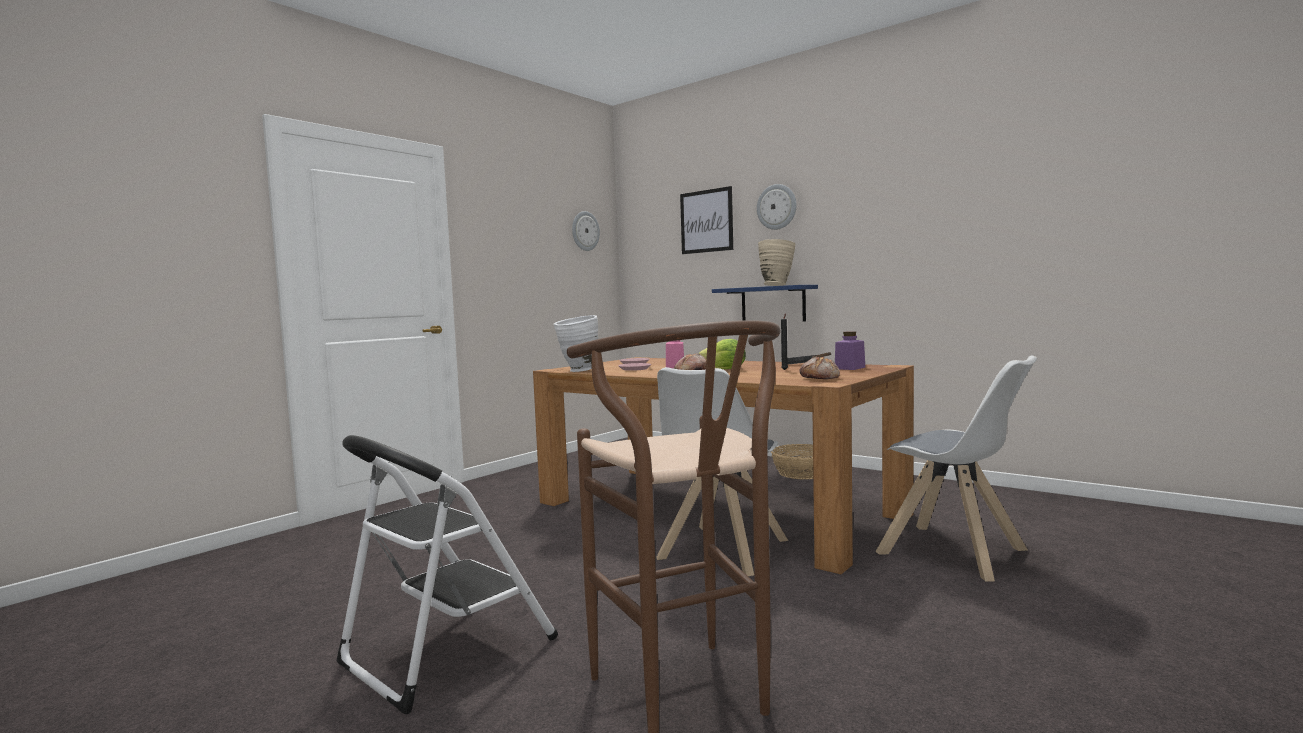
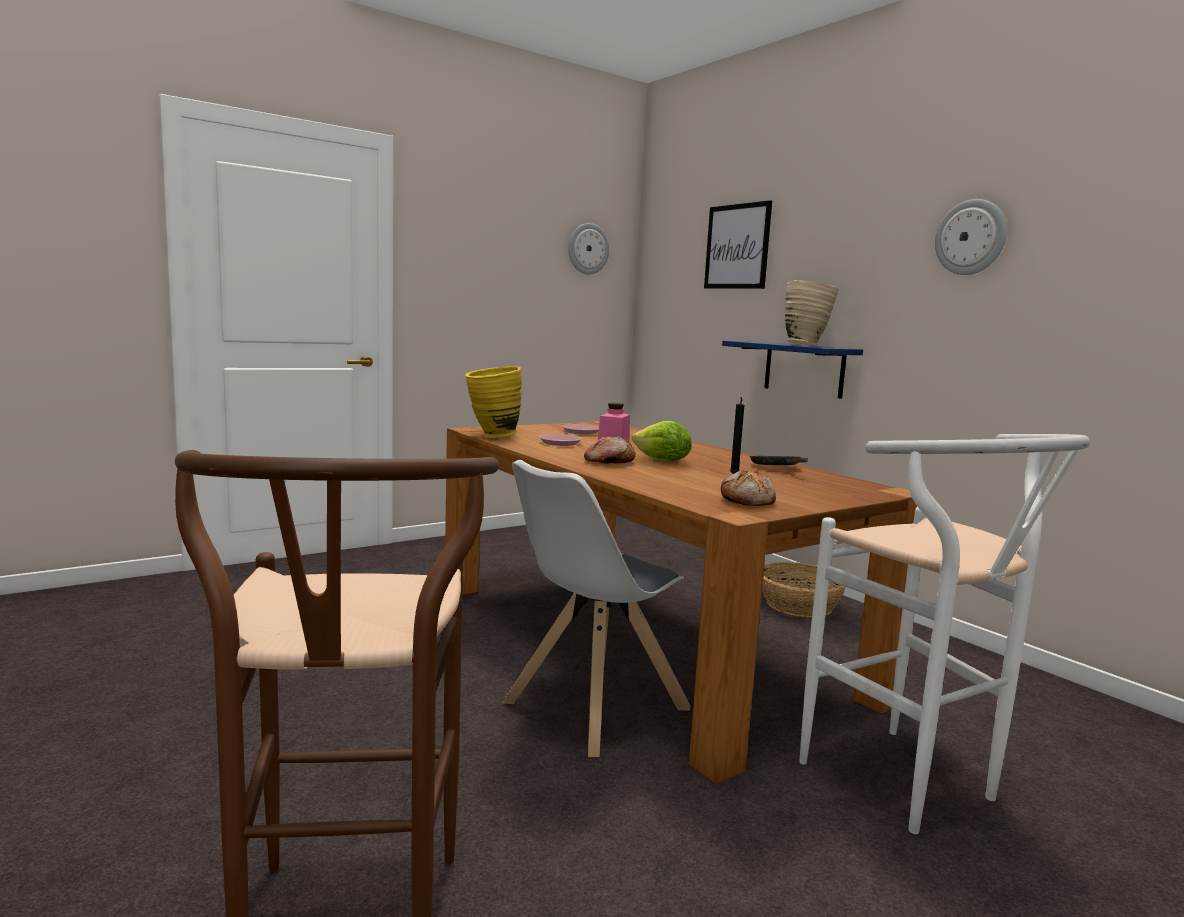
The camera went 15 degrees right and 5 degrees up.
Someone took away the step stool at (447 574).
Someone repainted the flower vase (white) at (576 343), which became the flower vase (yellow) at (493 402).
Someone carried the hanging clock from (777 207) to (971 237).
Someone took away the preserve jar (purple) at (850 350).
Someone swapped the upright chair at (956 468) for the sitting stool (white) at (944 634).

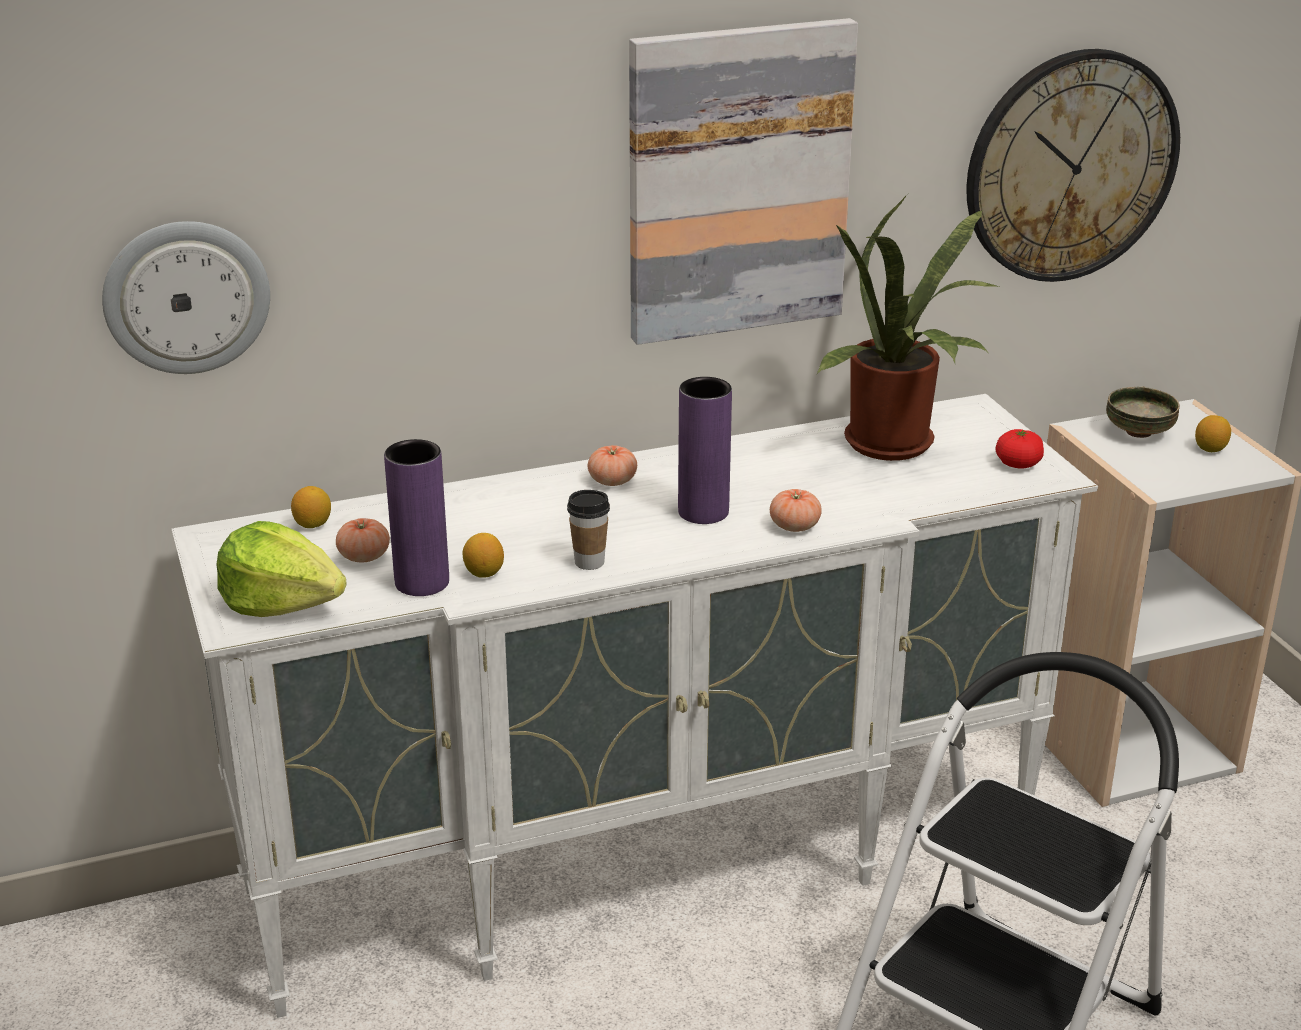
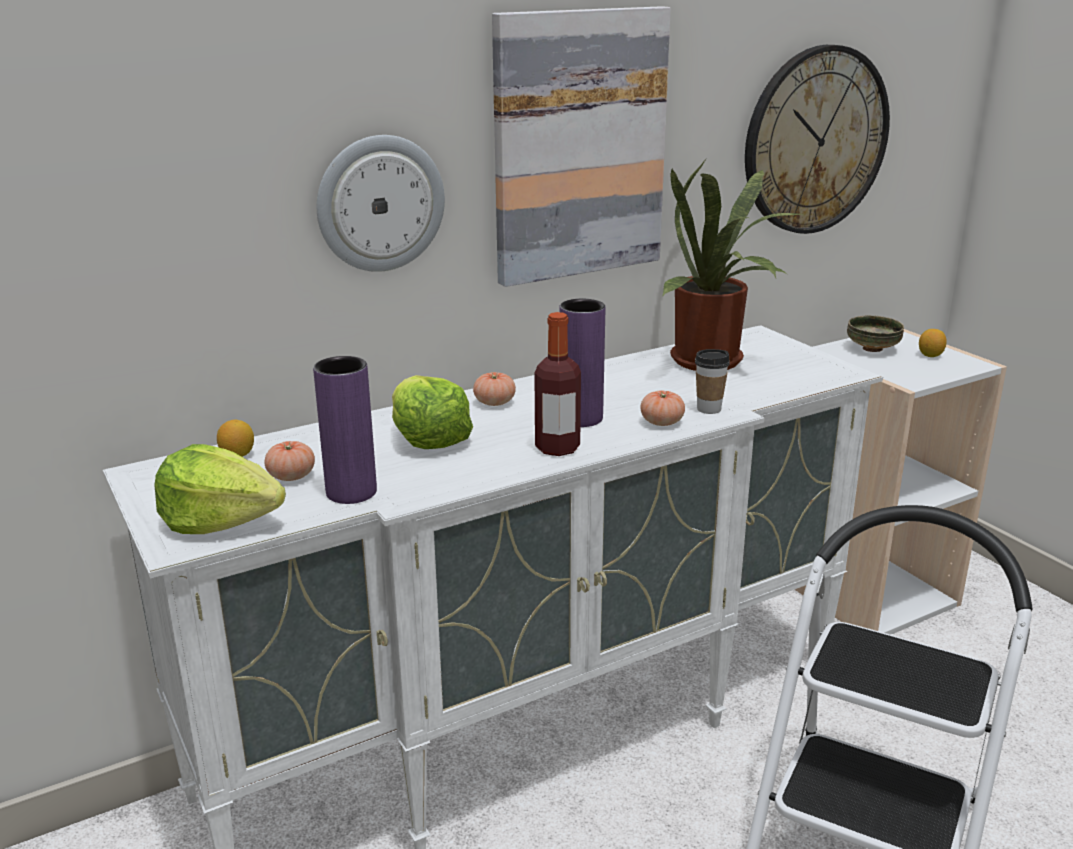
The camera went 10 degrees left and 5 degrees down.
Someone carried the hanging clock from (186 297) to (381 203).
Someone took away the citrus fruit at (483 555).
Someone carried the small cup from (588 530) to (712 381).
Someone took away the tomato at (1019 448).
Someone put down the lettuce at (432 412).
Someone put down the bottle at (557 384).

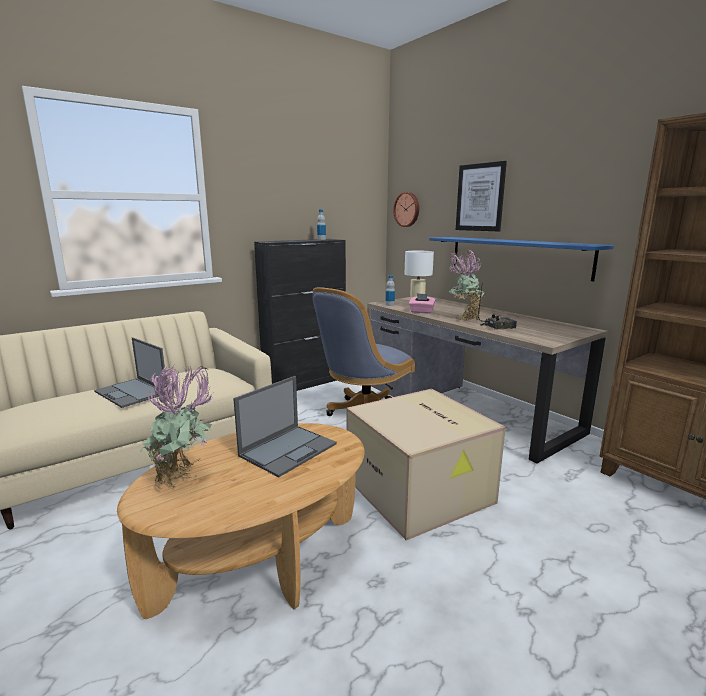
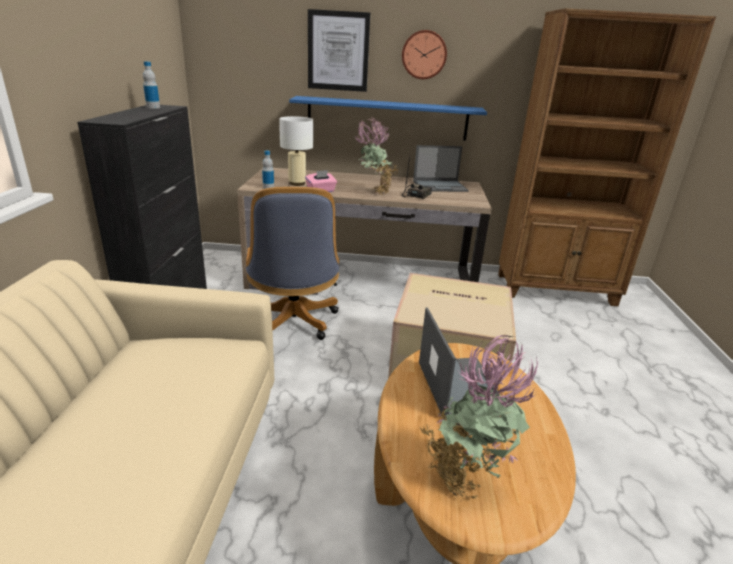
The camera went 50 degrees left and 10 degrees up.
Someone carried the laptop from (130 372) to (441 168).
Someone carried the hanging clock from (406 209) to (424 54).

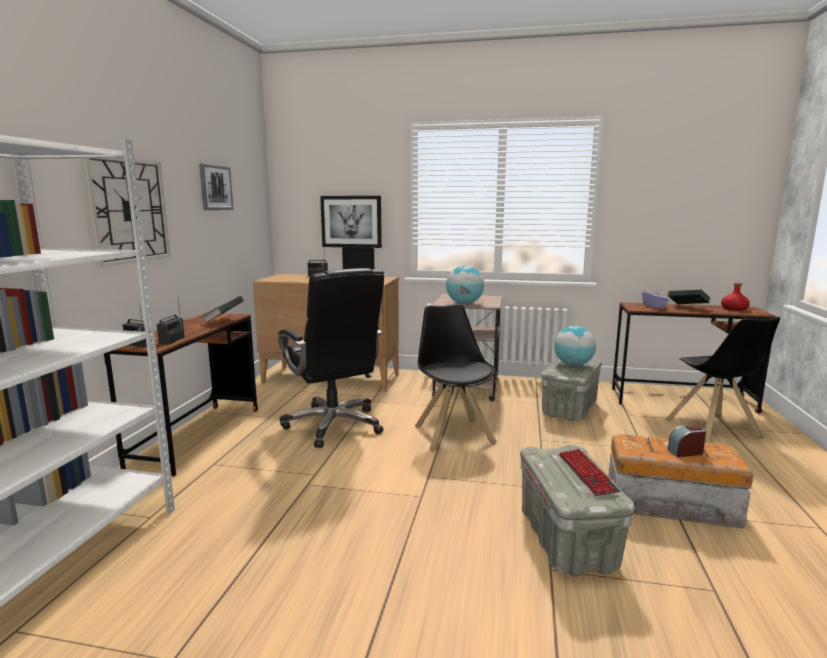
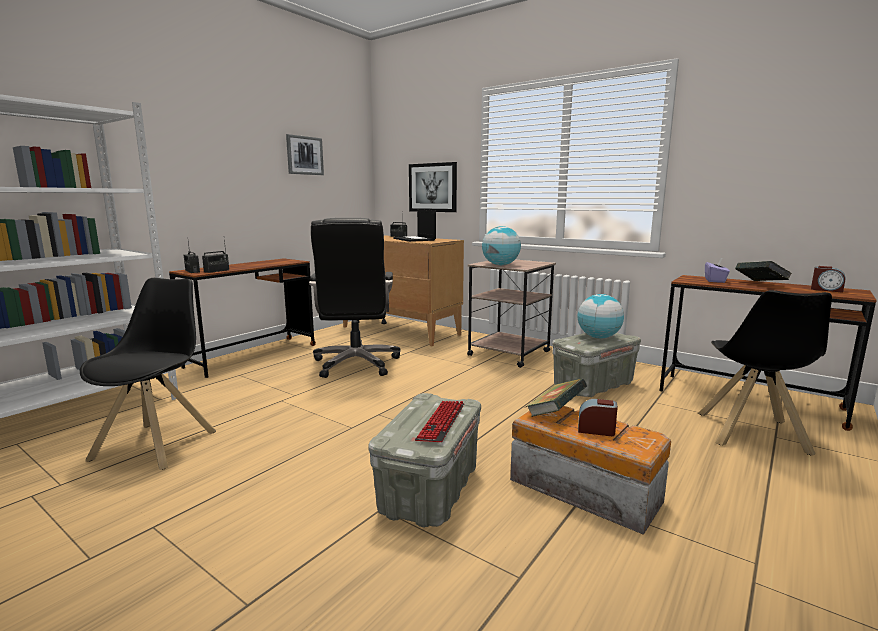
The camera went 25 degrees right and 0 degrees up.
Someone took away the hanging clock at (126 212).
Someone carried the bound book from (222 309) to (556 397).
Someone carried the upright chair (black) from (456 377) to (148 374).
Someone swapped the bottle (reddish) at (735 297) for the bedside clock at (828 279).

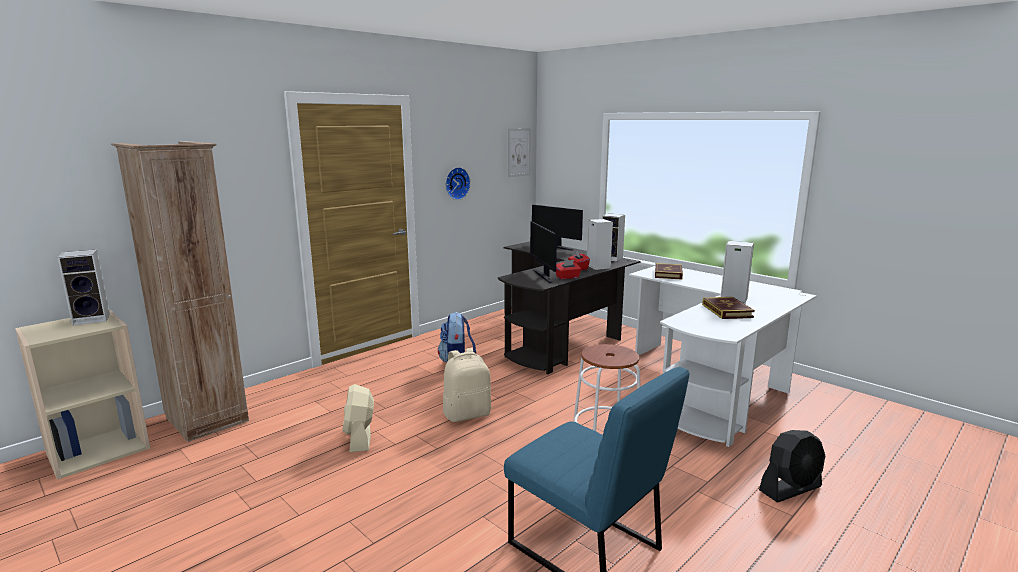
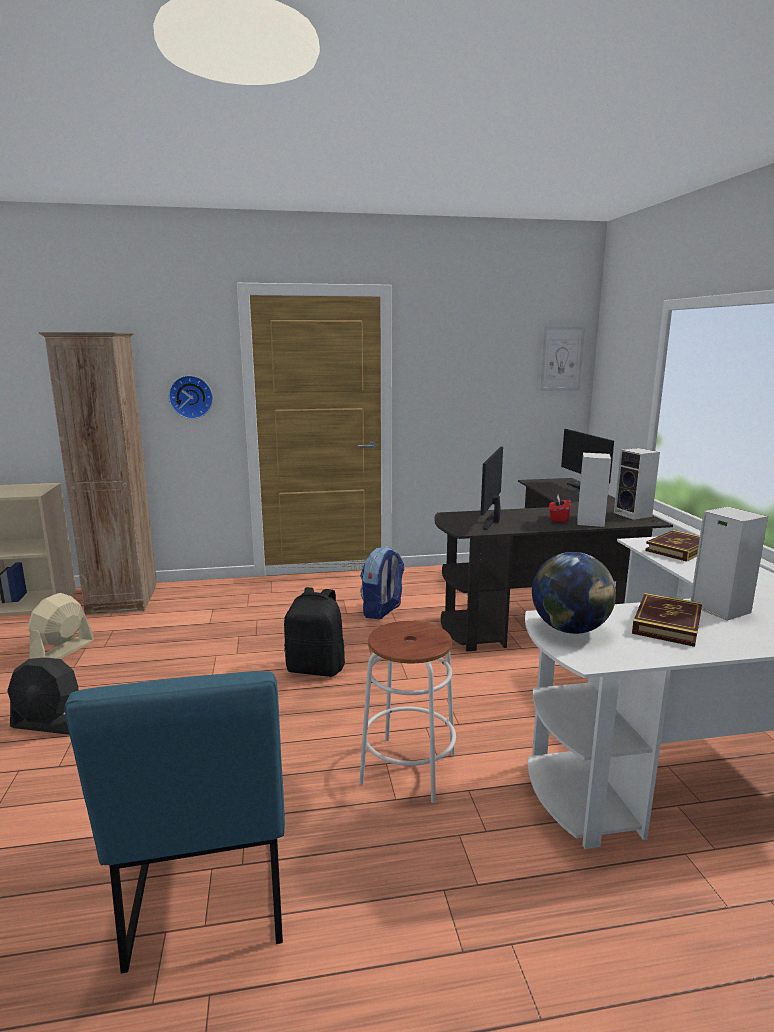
The camera went 35 degrees right and 0 degrees up.
Someone took away the speaker at (83 287).
Someone carried the fan (beige) from (358 418) to (61 626).
Someone repainted the rucksack (beige) at (467 385), which became the rucksack (black) at (314 632).
Someone carried the hanging clock from (457 183) to (190 397).
Someone took away the box of tissues (reddish) at (569 269).
Someone carried the fan (black) from (792 466) to (43 696).
Someone put down the globe at (574 593).

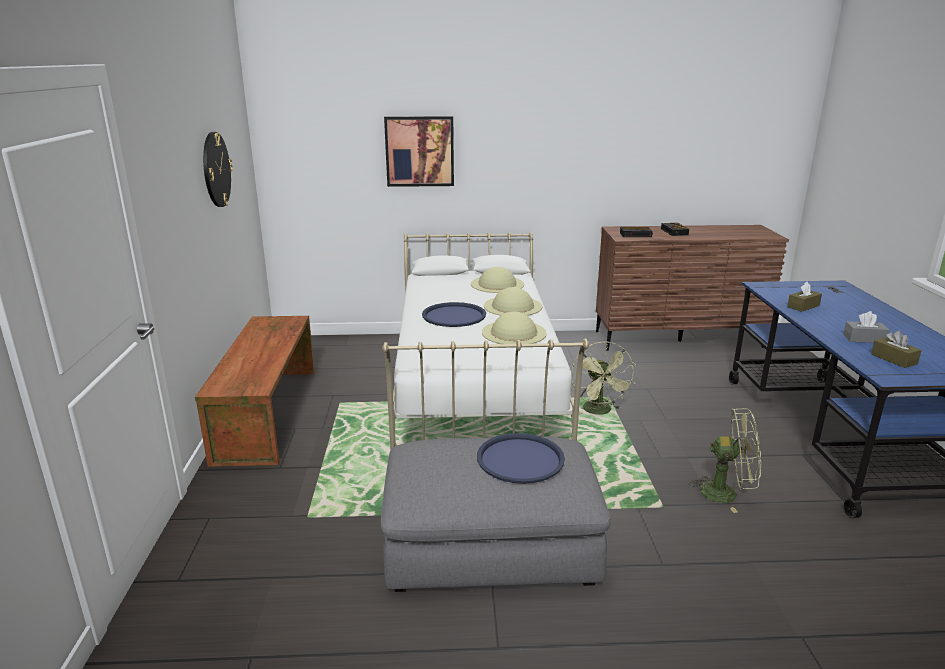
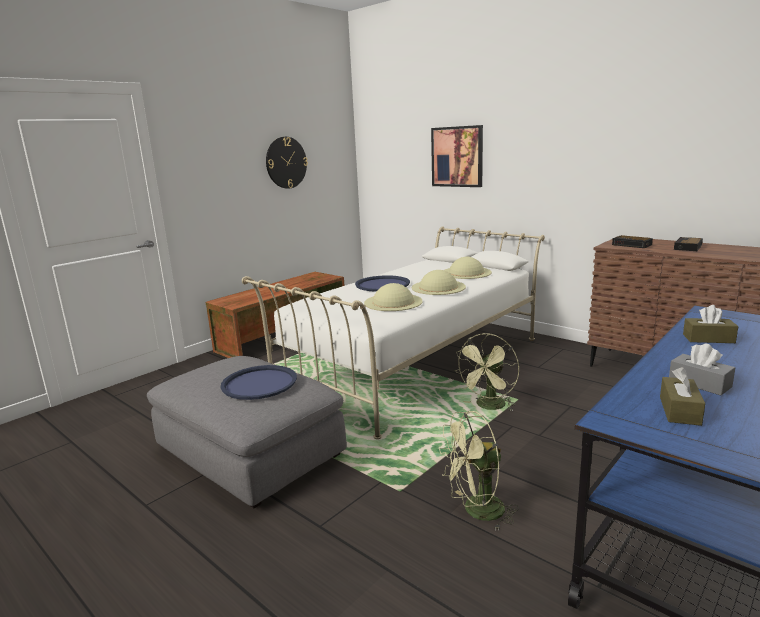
The camera went 45 degrees right and 5 degrees down.
Someone rotated the fan (green-coloured) at (725 460) by 105 degrees clockwise.

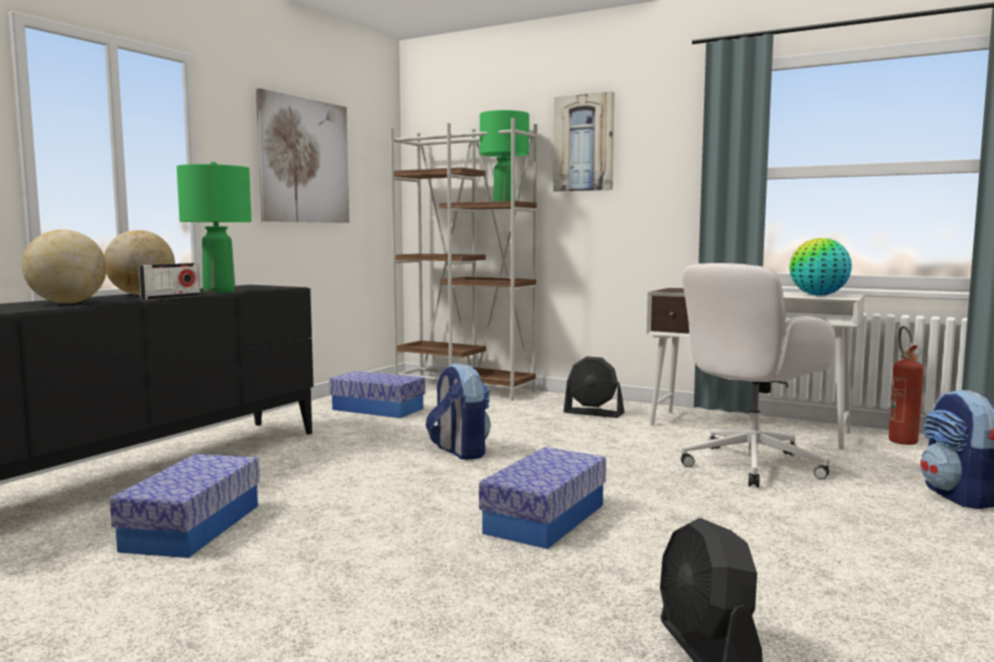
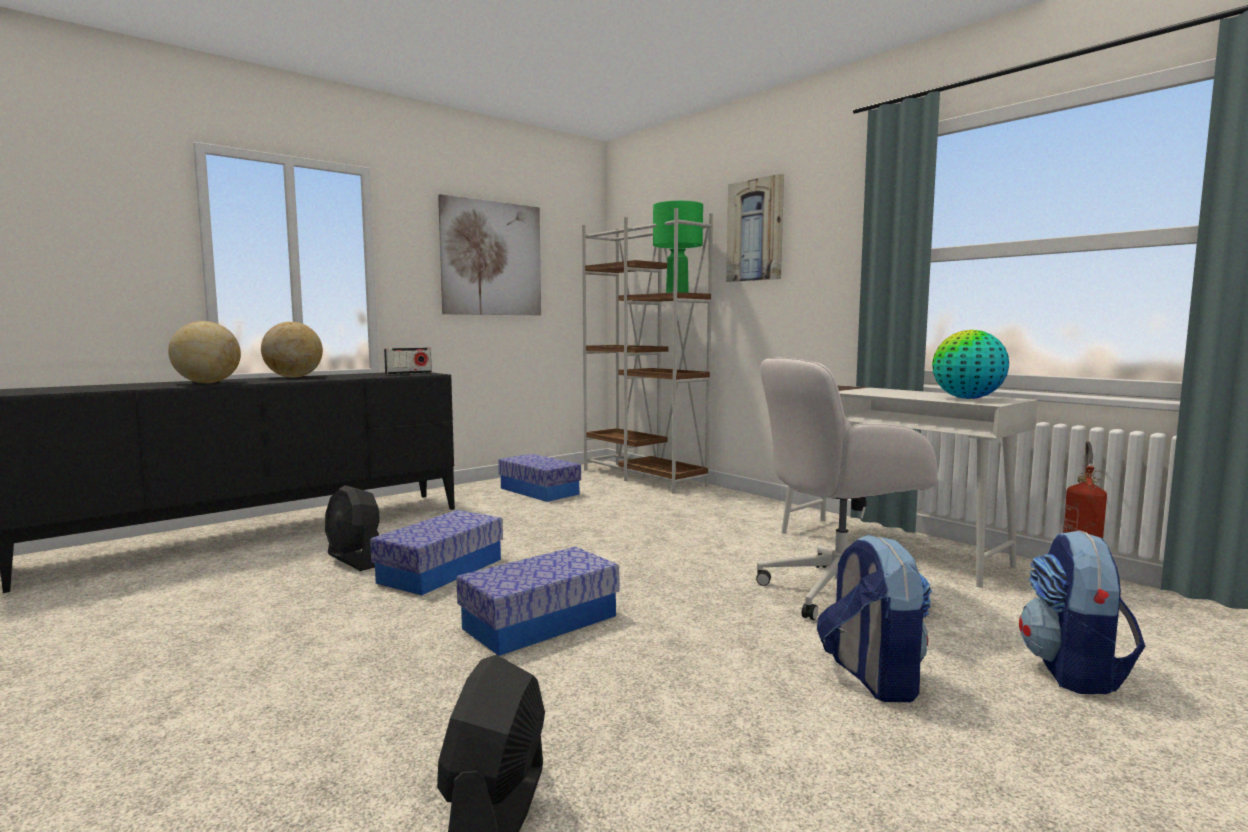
The camera went 20 degrees right and 0 degrees up.
Someone carried the storage bin from (185 506) to (436 553).
Someone carried the radio set from (169 281) to (408 361).
Someone took away the tabletop lamp (green-coloured) at (214 227).
Someone carried the rucksack from (458 411) to (874 618).
Someone carried the fan (black) from (594 387) to (352 528).

